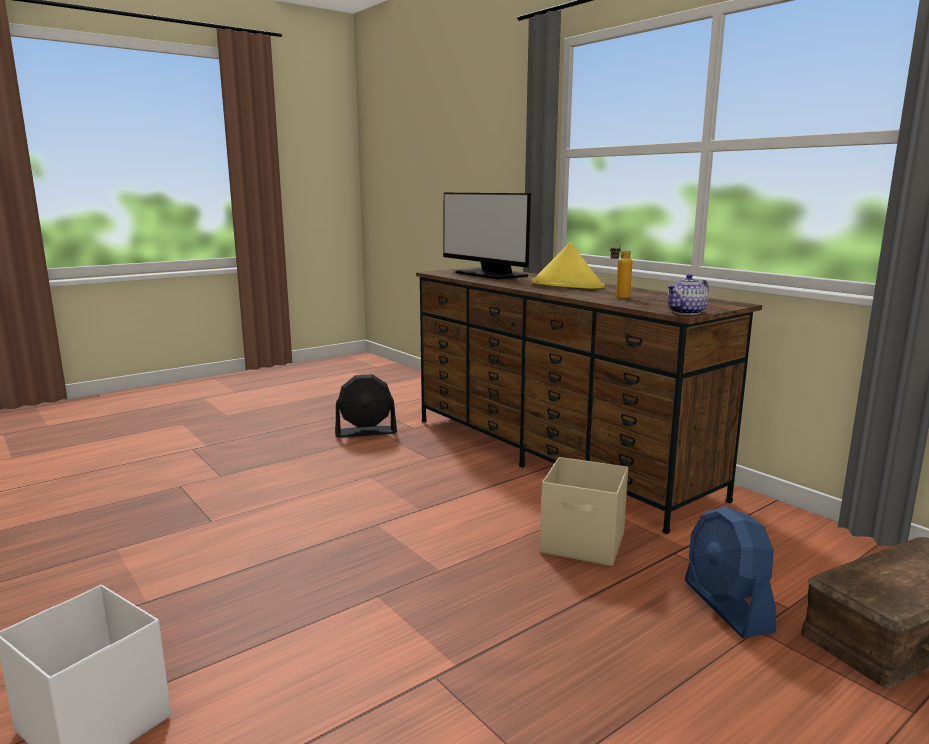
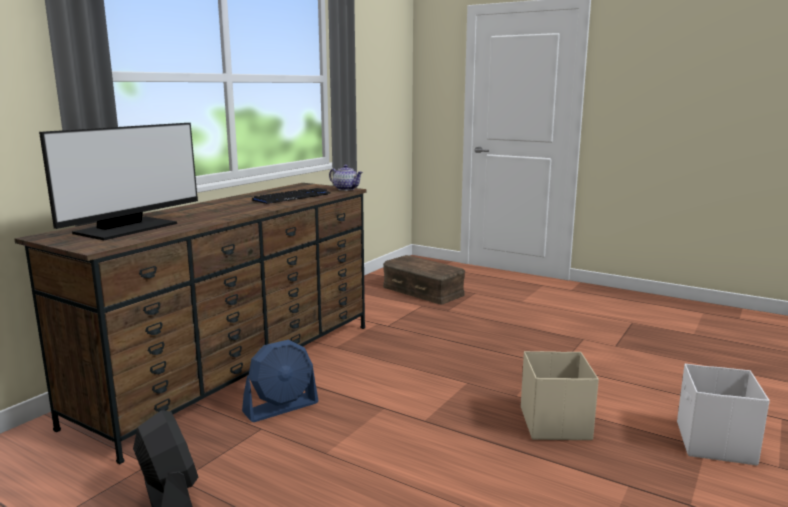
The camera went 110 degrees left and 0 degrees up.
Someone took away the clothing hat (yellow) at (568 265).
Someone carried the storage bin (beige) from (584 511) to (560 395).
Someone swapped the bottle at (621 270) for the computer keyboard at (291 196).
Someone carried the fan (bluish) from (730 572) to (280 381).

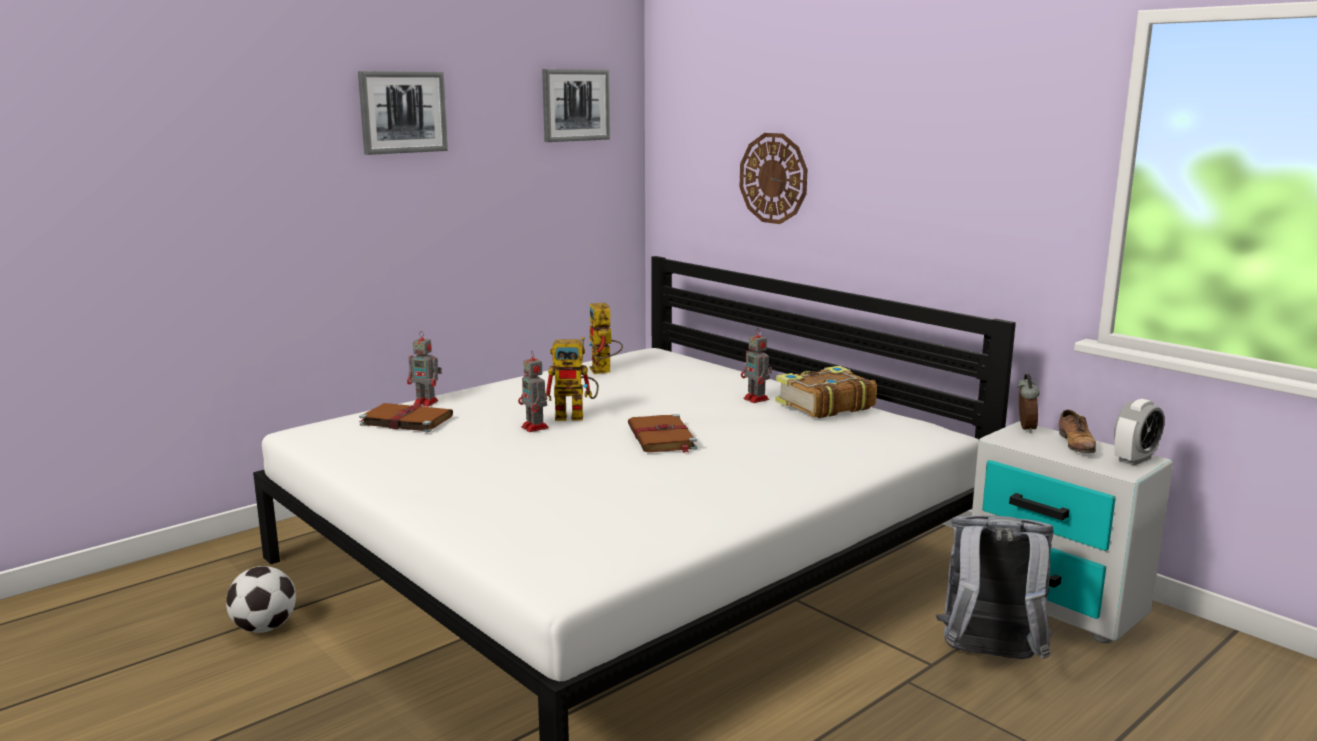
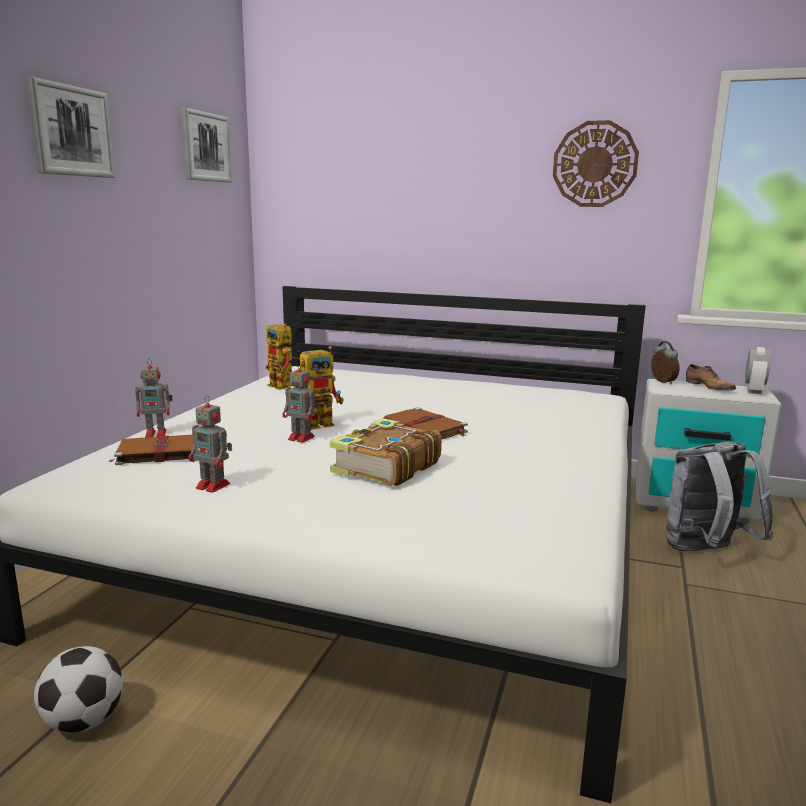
The camera went 30 degrees left and 0 degrees up.
Someone carried the hanging clock from (774 178) to (596 163).
Someone carried the model robot from (756 365) to (210 444).
Someone carried the bound book from (826 392) to (386 452).

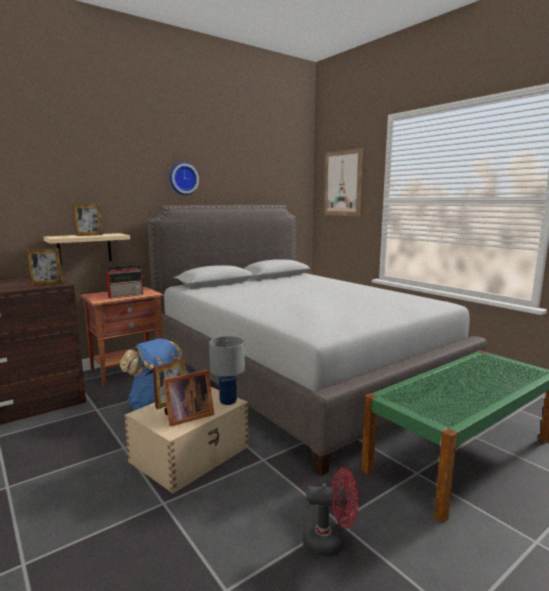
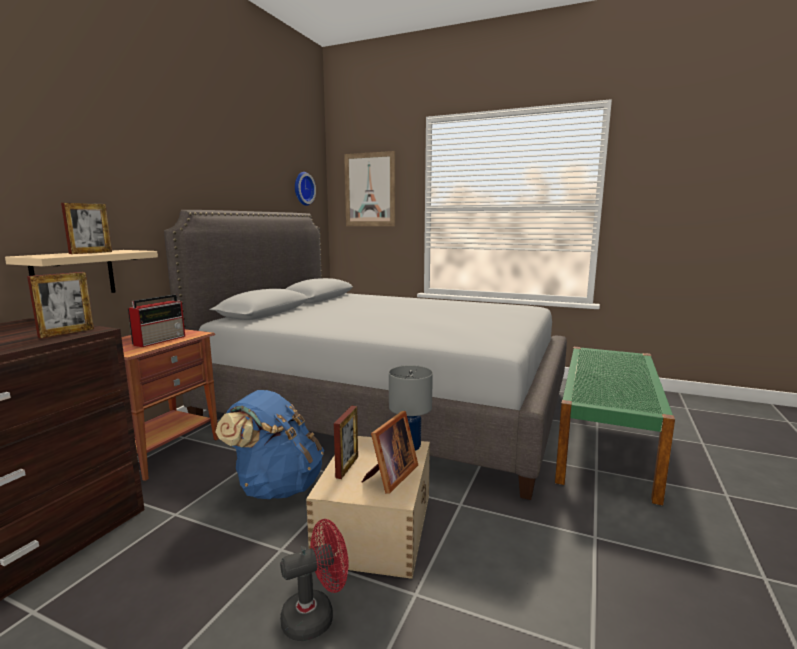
The camera went 30 degrees left and 0 degrees up.
Someone carried the hanging clock from (184 178) to (305 189).
Someone carried the fan (reddish) from (330 512) to (314 580).

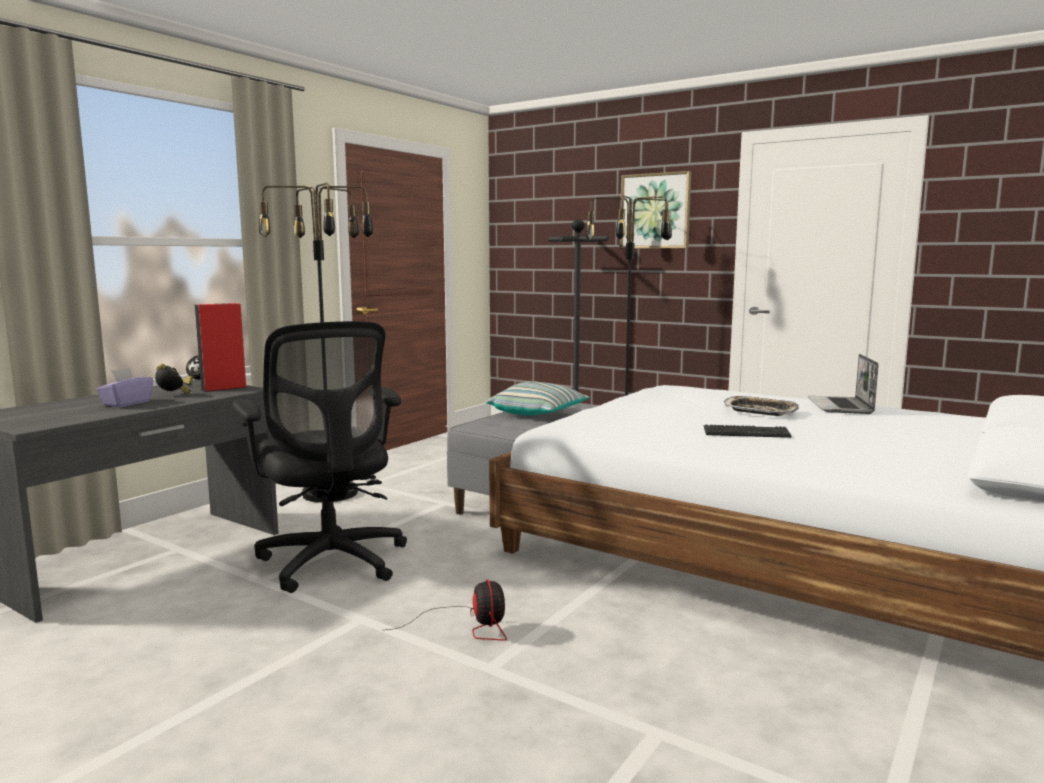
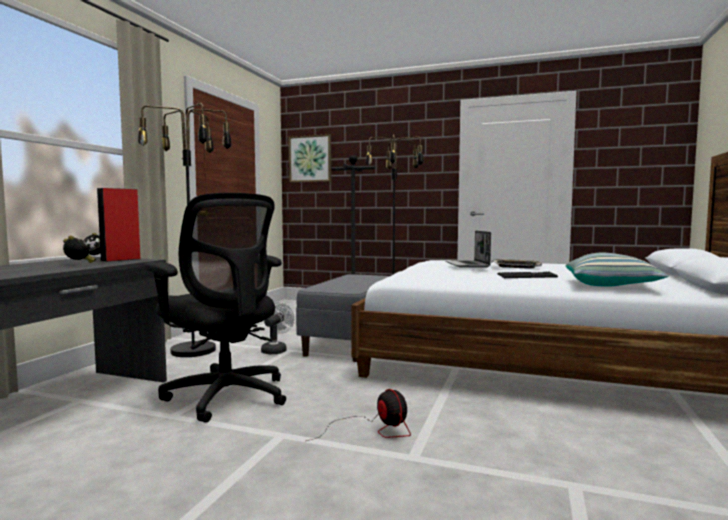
The camera went 15 degrees left and 5 degrees down.
Someone took away the box of tissues (purple) at (125 387).
Someone carried the throw pillow from (538 398) to (617 270).
Someone carried the wall picture from (655 210) to (310 158).
Someone carried the laptop from (843 384) to (467 249).
Someone put down the fan (white) at (277 328).

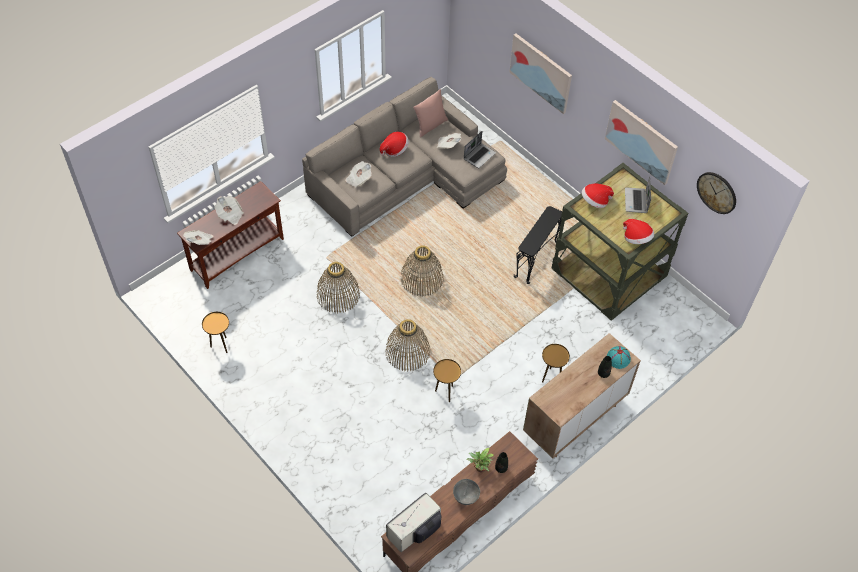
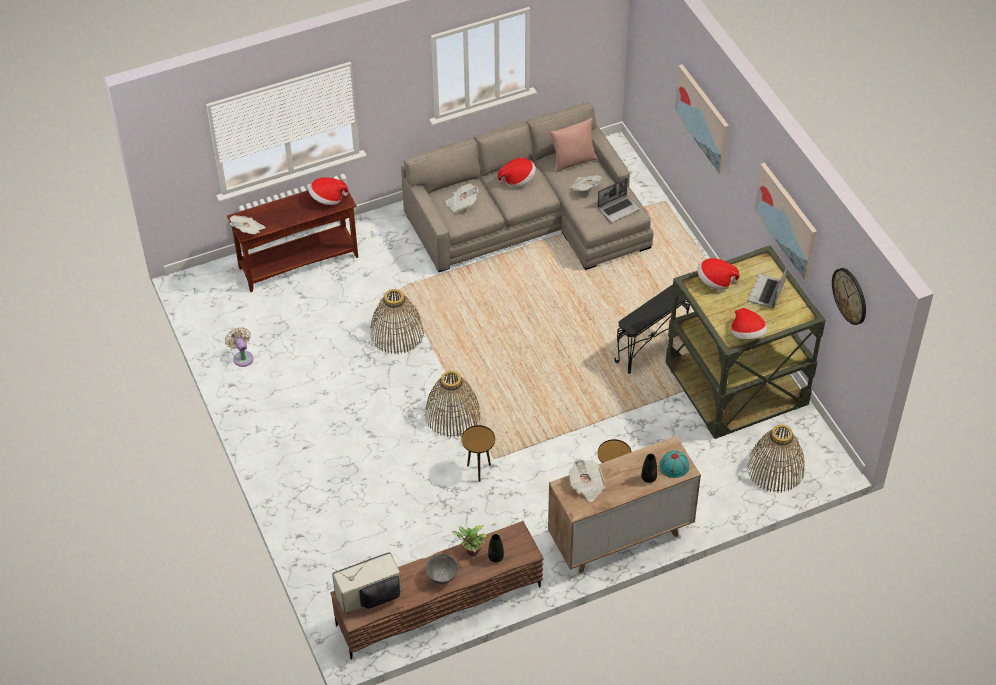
The camera went 20 degrees right and 5 degrees down.
Someone swapped the accent table (brown) at (215 332) for the fan (beige) at (239 347).
Someone carried the daily paper from (229 210) to (587 480).
Someone carried the household basket from (422 270) to (776 458).
Someone put down the clothing hat at (328 191).

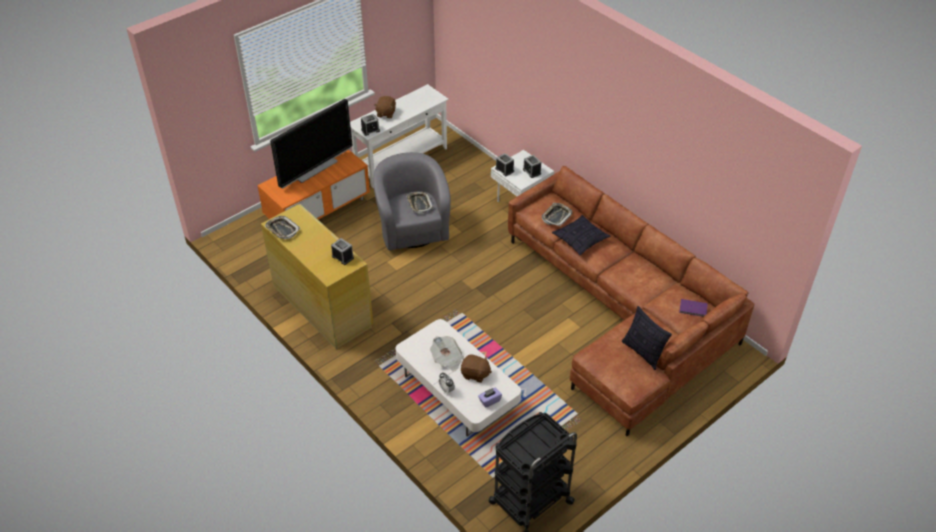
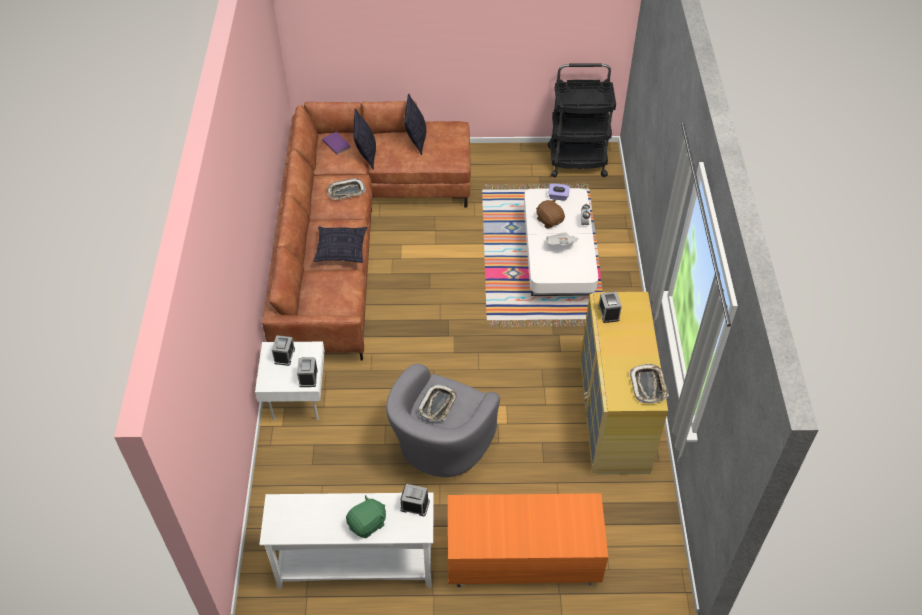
The camera went 140 degrees left and 5 degrees up.
Someone took away the TV set at (311 144).
Someone repainted the cuddly toy (brown) at (385 107), which became the cuddly toy (green-coloured) at (366 516).
Someone carried the carrying tray from (557 214) to (346 189).
Someone put down the throw pillow at (364 138).

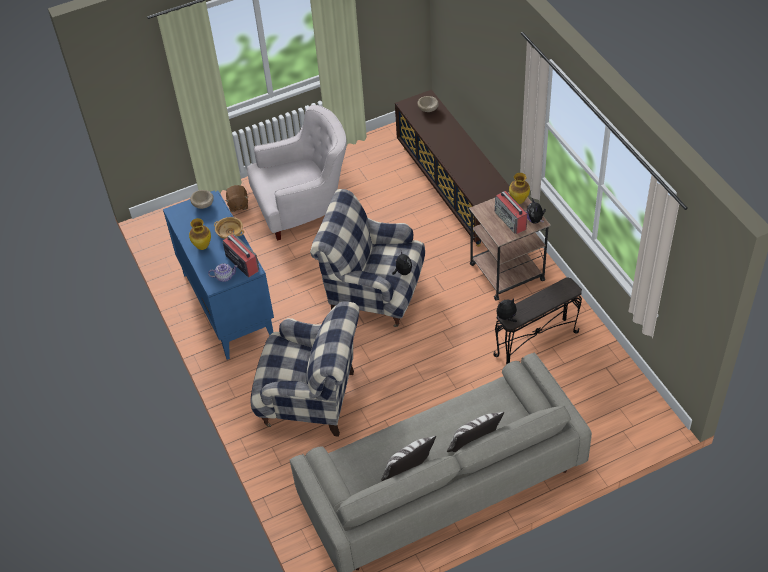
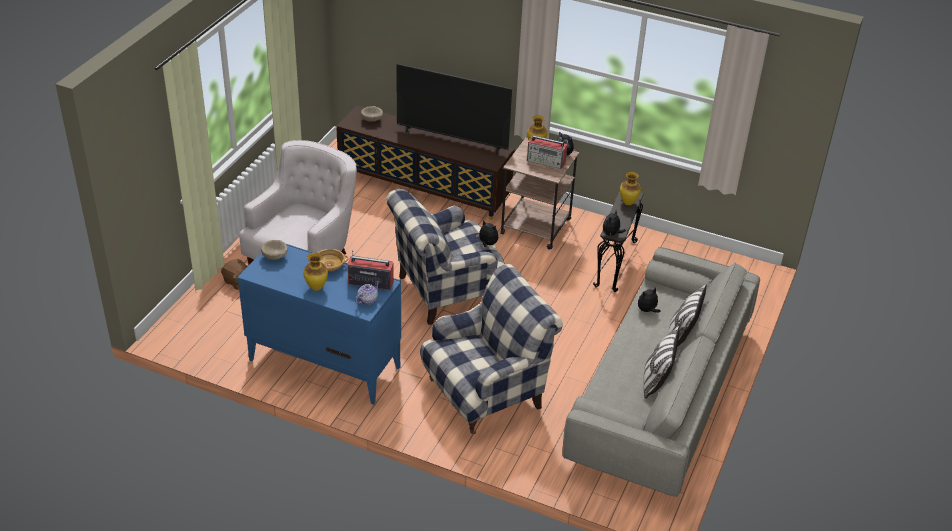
The camera went 45 degrees left and 10 degrees down.
Someone put down the TV set at (454 110).
Someone put down the flower vase at (630 188).
Someone put down the cuddly toy at (649 300).

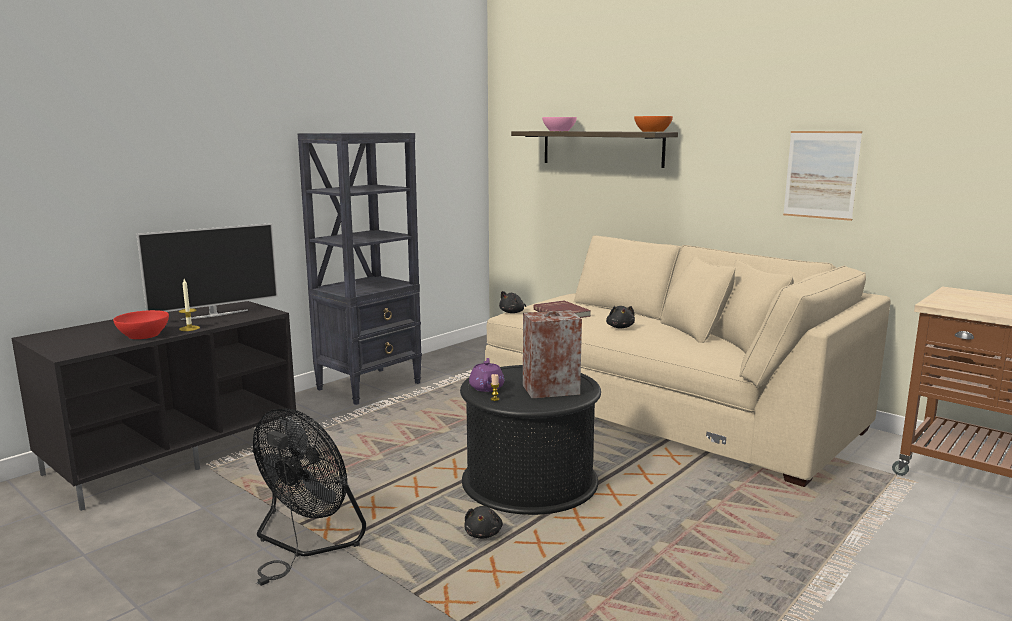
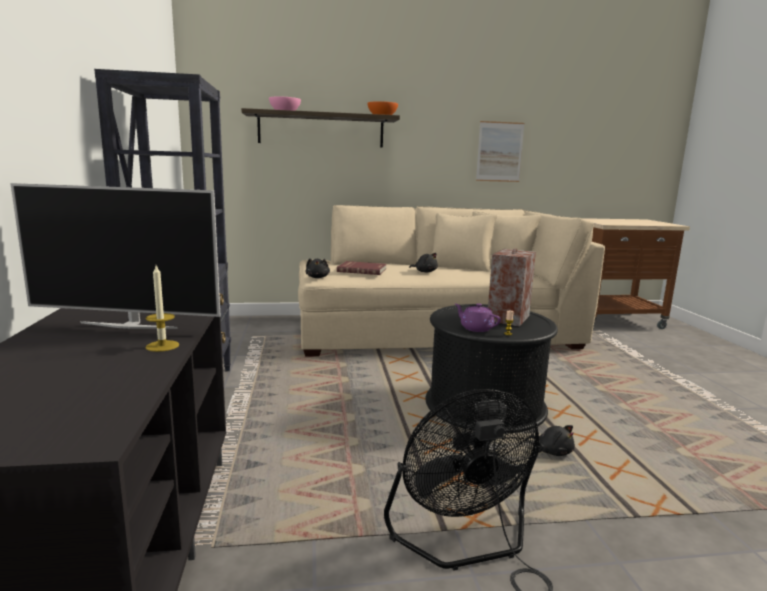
The camera went 50 degrees left and 0 degrees up.
Someone took away the deep dish (reddish) at (141 324).
Someone rotated the TV set at (207 271) by 90 degrees clockwise.

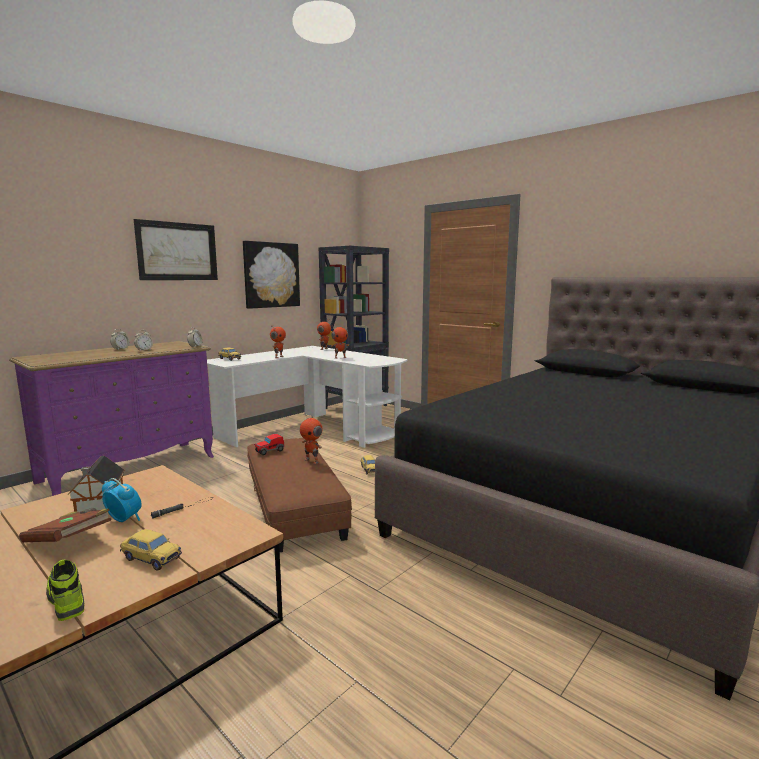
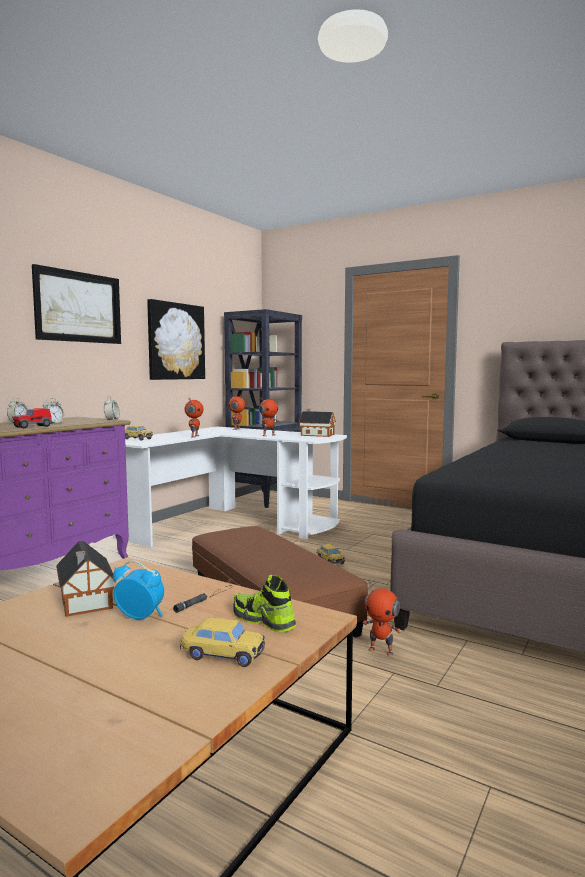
The camera went 10 degrees left and 5 degrees down.
Someone took away the bound book (brown) at (65 525).
Someone carried the low shoe from (65 590) to (264 604).
Someone carried the model car from (269 444) to (32 418).
Someone carried the model robot from (311 439) to (382 618).
Someone put down the toy house at (317 423).

